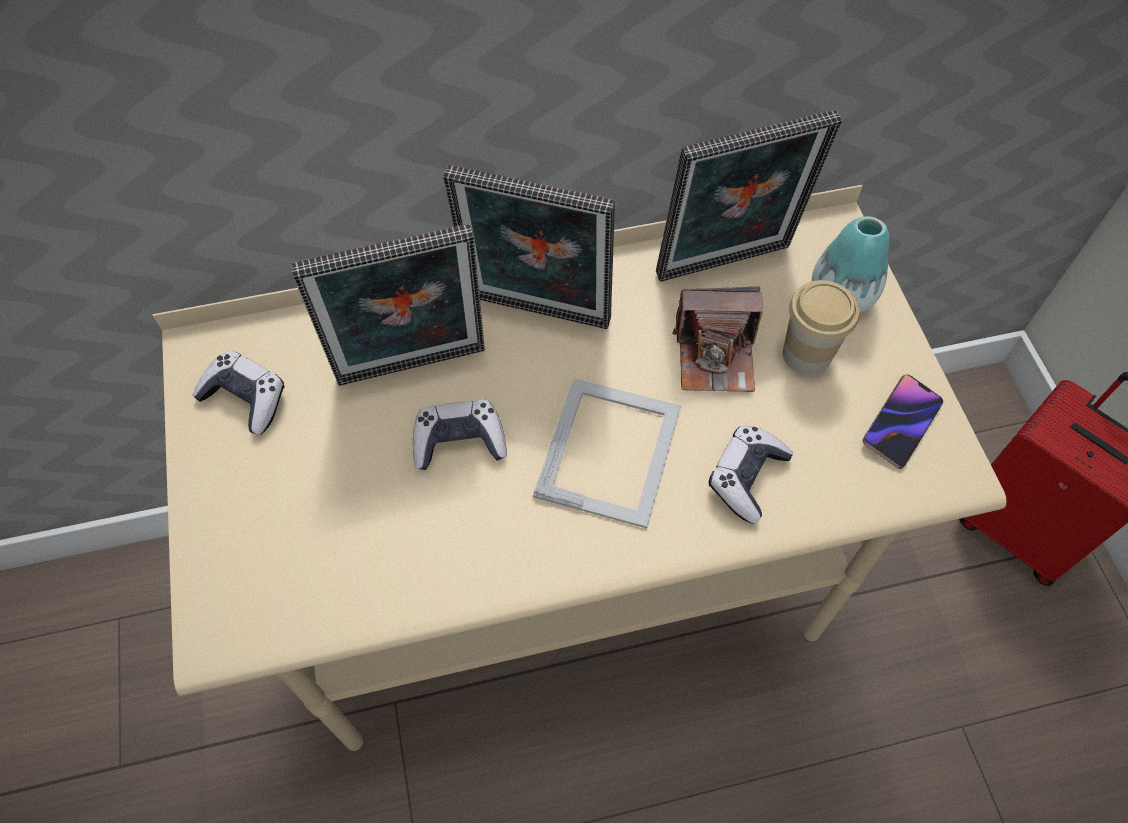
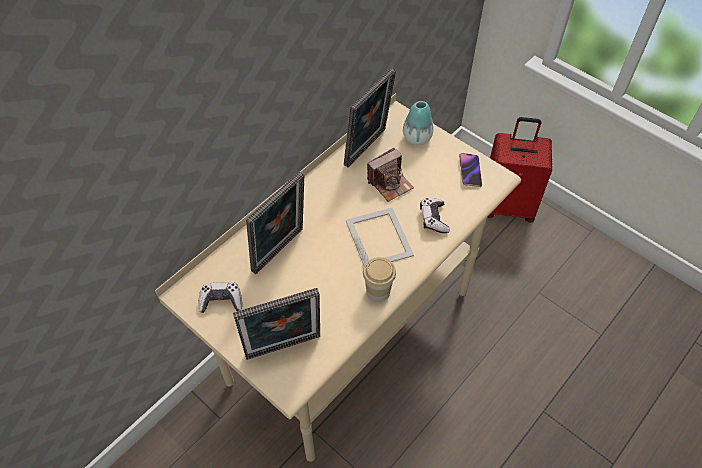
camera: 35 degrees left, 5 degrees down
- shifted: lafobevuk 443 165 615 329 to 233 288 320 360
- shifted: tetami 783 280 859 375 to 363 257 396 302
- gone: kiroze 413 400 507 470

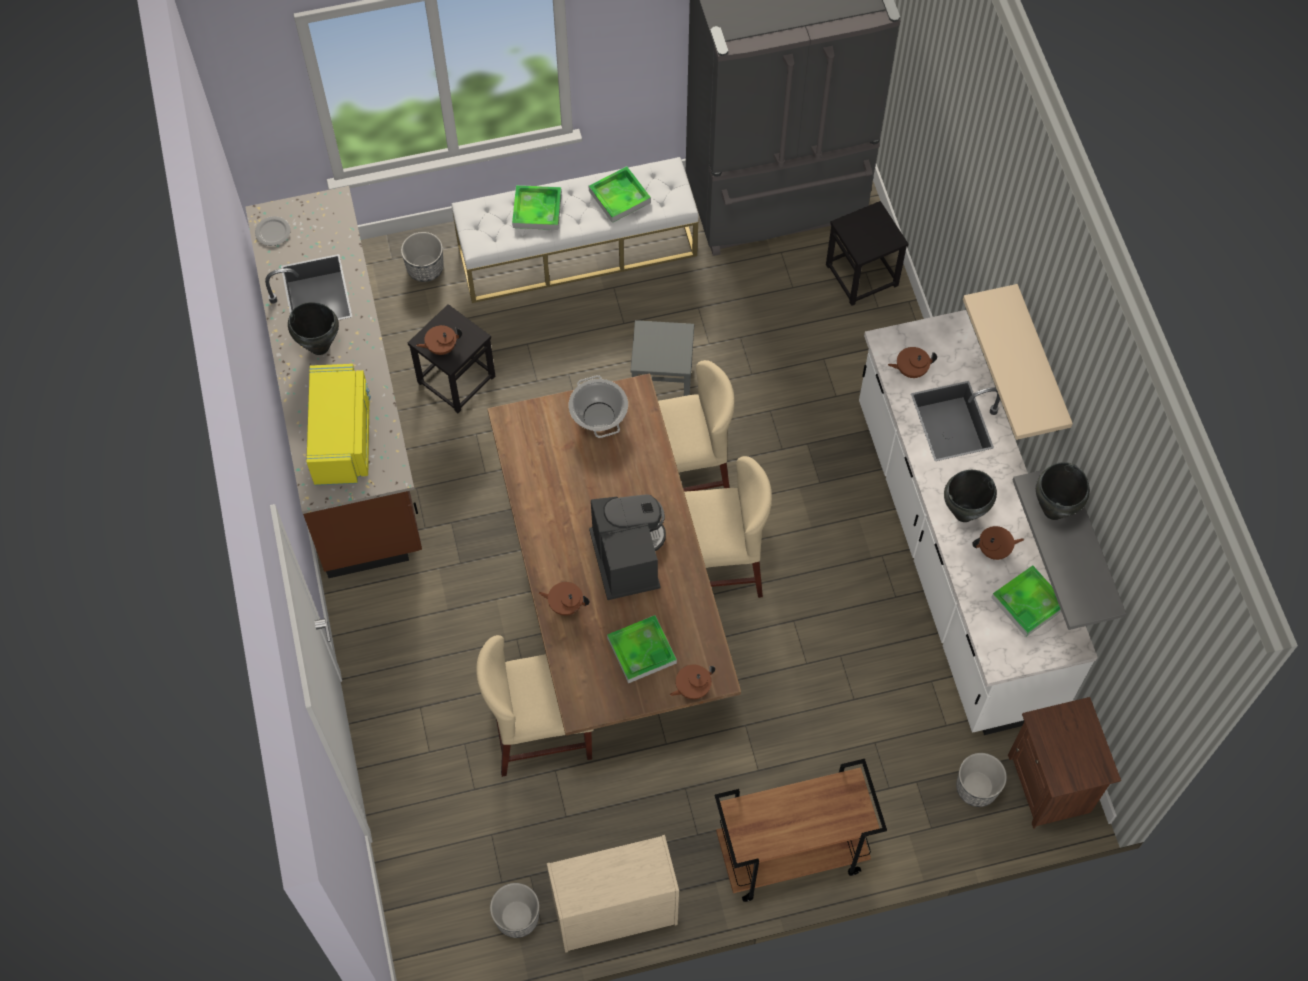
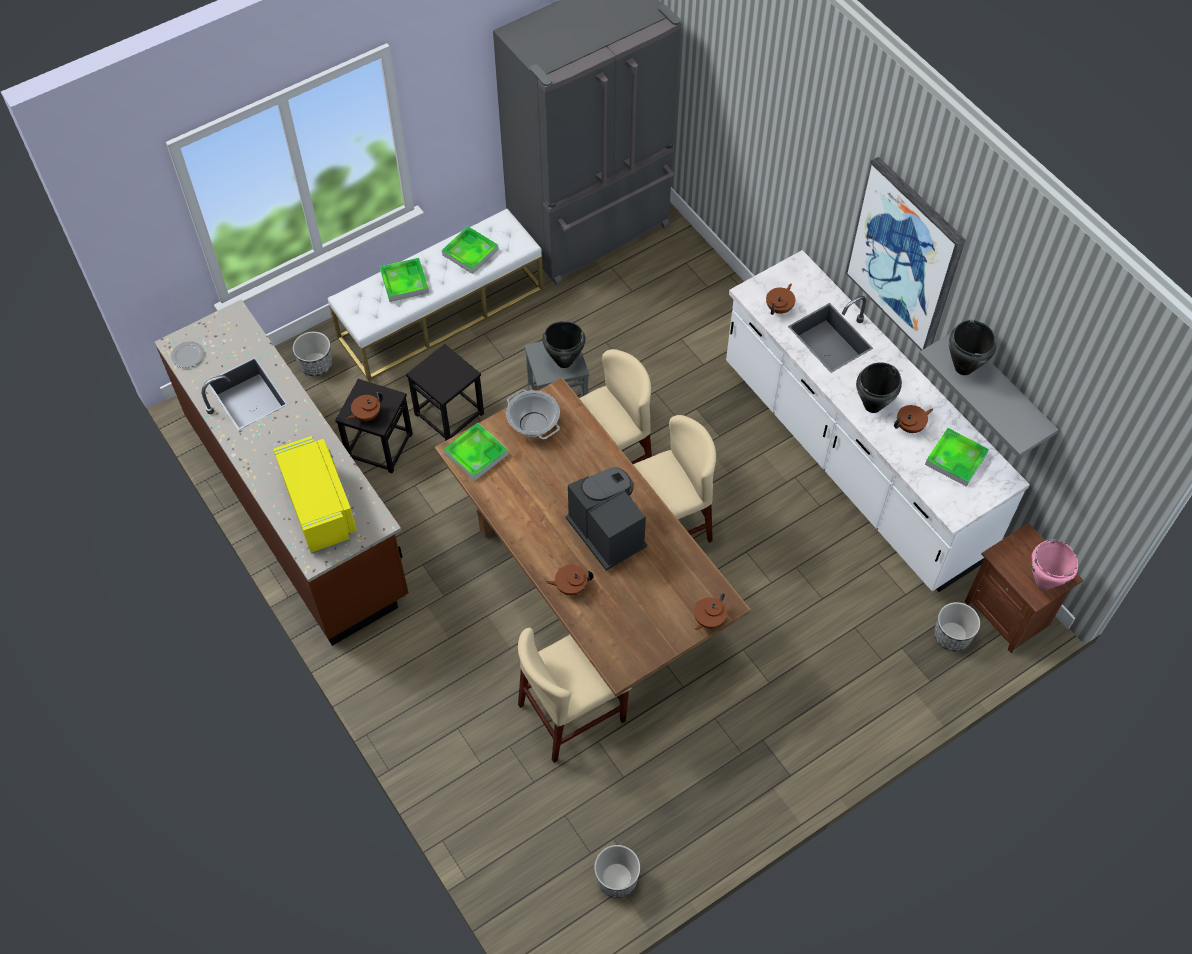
camera: 20 degrees left, 5 degrees down
- shifted: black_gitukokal 826 201 908 306 to 406 344 484 441
- shifted: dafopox 607 615 677 683 to 444 423 508 481
- shifted: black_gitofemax 288 302 339 355 to 542 321 586 368
- rotated: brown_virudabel 888 347 937 378 = 766 284 796 315 150 degrees clockwise
- swapped: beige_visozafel 963 284 1073 440 to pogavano 846 157 966 350
- new: pink_gitofemax 1031 539 1078 590
- gone: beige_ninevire 547 835 679 953
- gone: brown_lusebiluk 715 759 887 902

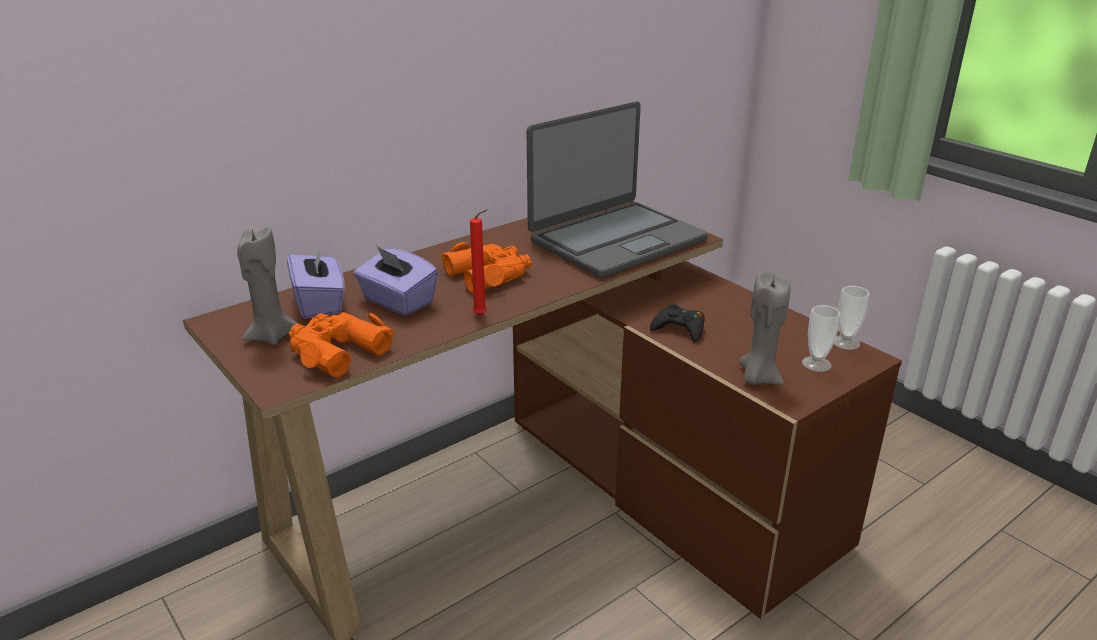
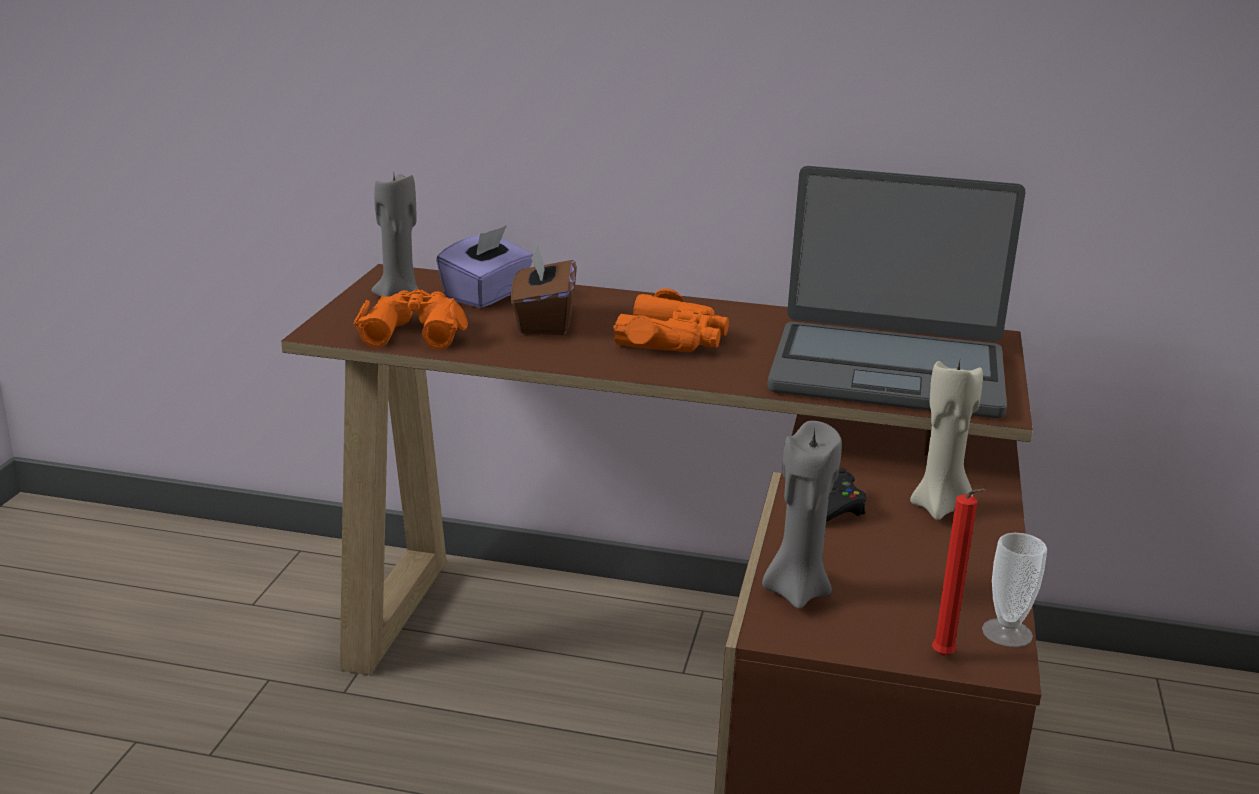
camera: 50 degrees right, 5 degrees down
- repainted: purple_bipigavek 354 246 438 316 to brown_bipigavek 511 244 577 335
- new: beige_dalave 910 360 983 520
- shifted: red_dalave 470 209 488 315 to 932 489 986 656
- gone: tetami 802 305 840 372

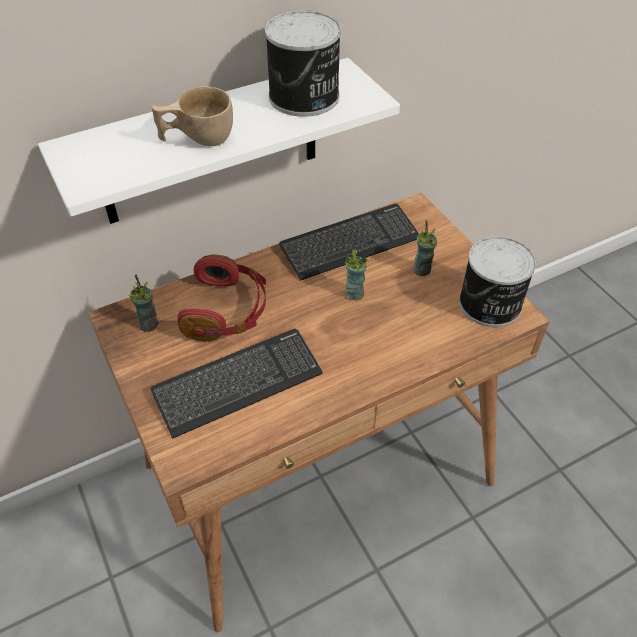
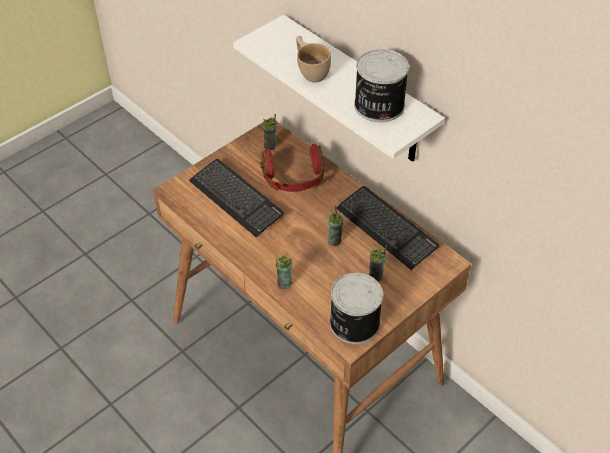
camera: 75 degrees right, 0 degrees up
- new: tetami 276 254 292 289

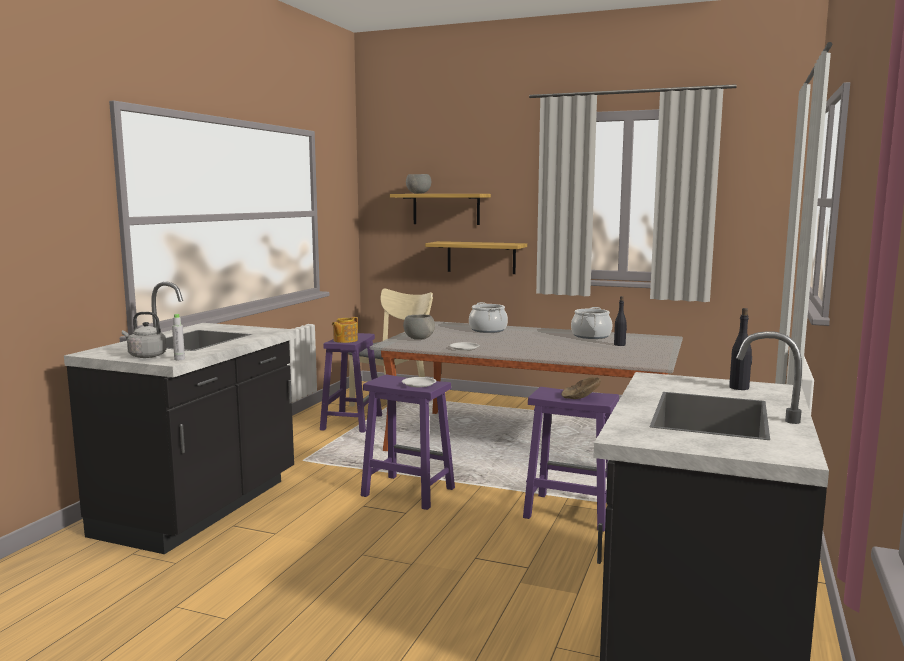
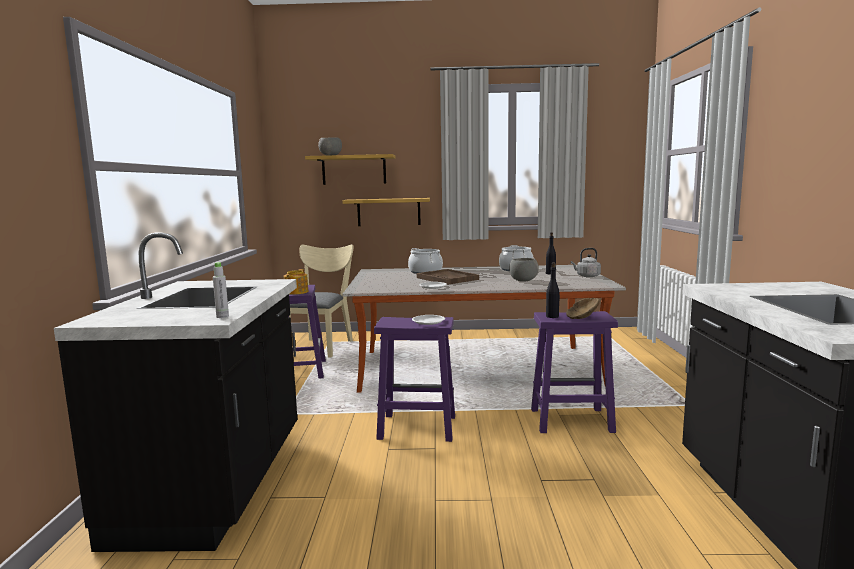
camera: 20 degrees left, 0 degrees up
- new: brown_dafopox 417 269 479 285
- shifted: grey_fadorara 403 315 435 340 to 509 258 539 282
- shifted: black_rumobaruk 729 308 752 390 to 546 262 560 318
- shifted: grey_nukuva 122 312 167 358 to 571 248 601 277

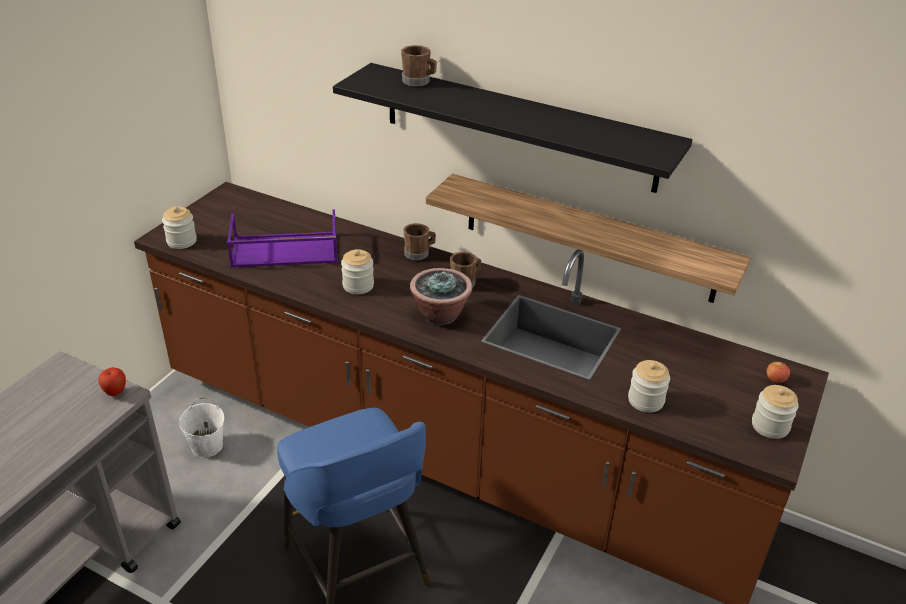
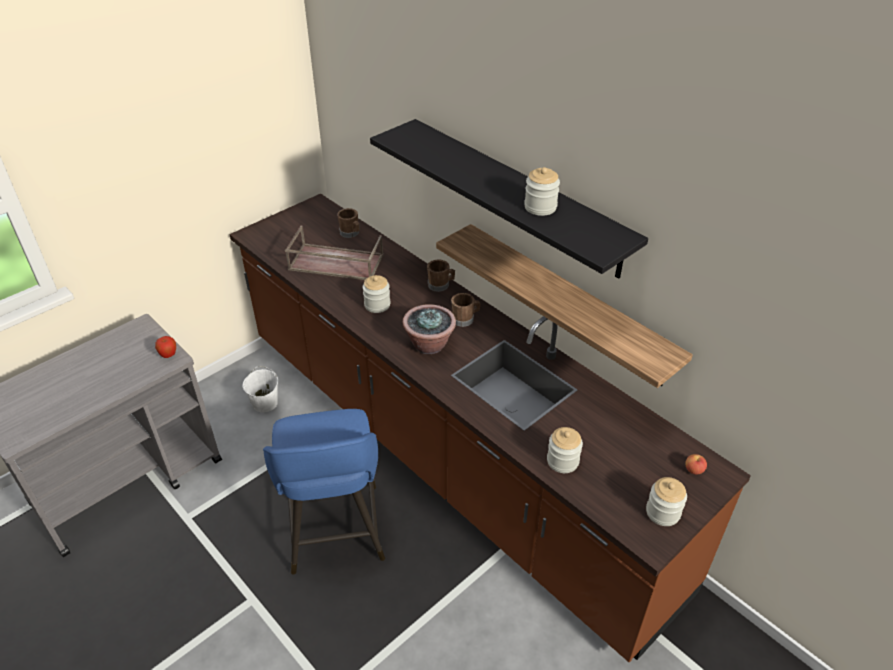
camera: 20 degrees right, 5 degrees up
- repainted: purple_dafopox 227 209 338 268 to brown_dafopox 285 226 384 280
- shifted: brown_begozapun 401 45 437 87 to 337 208 360 238
- shifted: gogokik 162 206 197 249 to 524 167 560 216

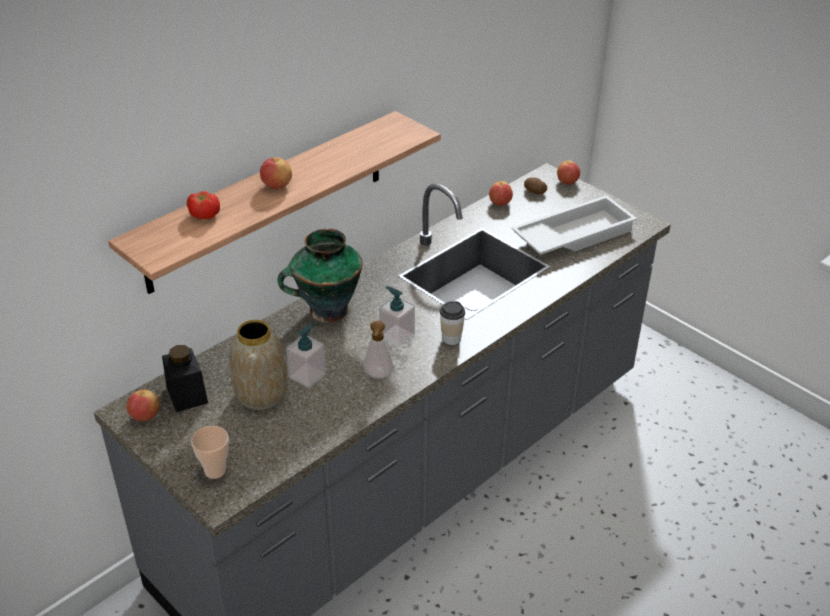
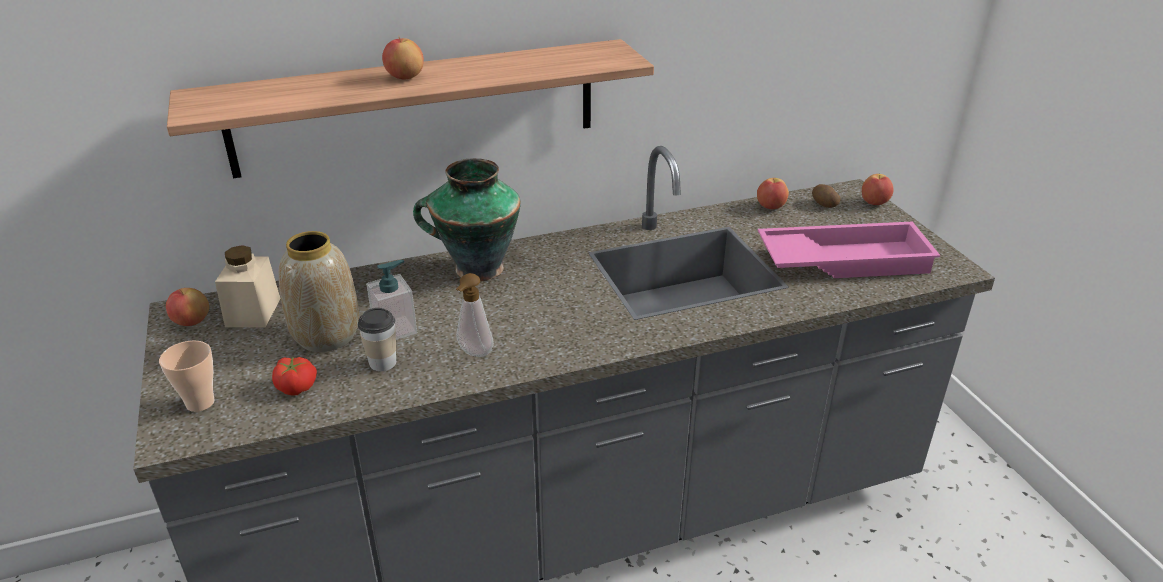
camera: 25 degrees right, 5 degrees down
- repainted: black_gogokik 162 345 208 412 to beige_gogokik 215 245 280 328
- shifted: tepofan 187 191 220 219 to 272 356 317 396
- shifted: tetami 440 301 465 345 to 358 308 396 371
- repainted: white_dafopox 511 195 637 255 to pink_dafopox 758 222 941 278
- gone: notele 379 286 415 347

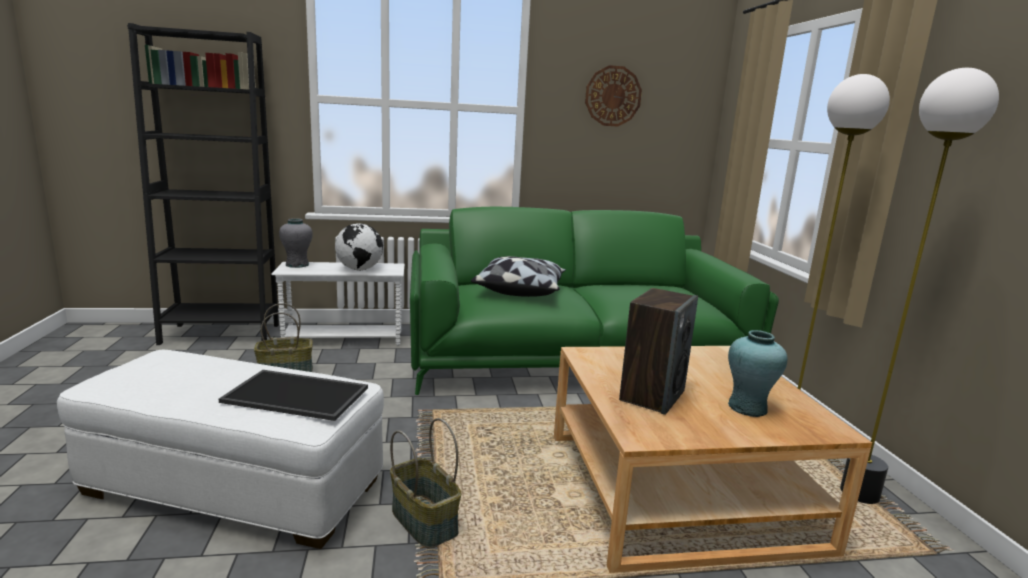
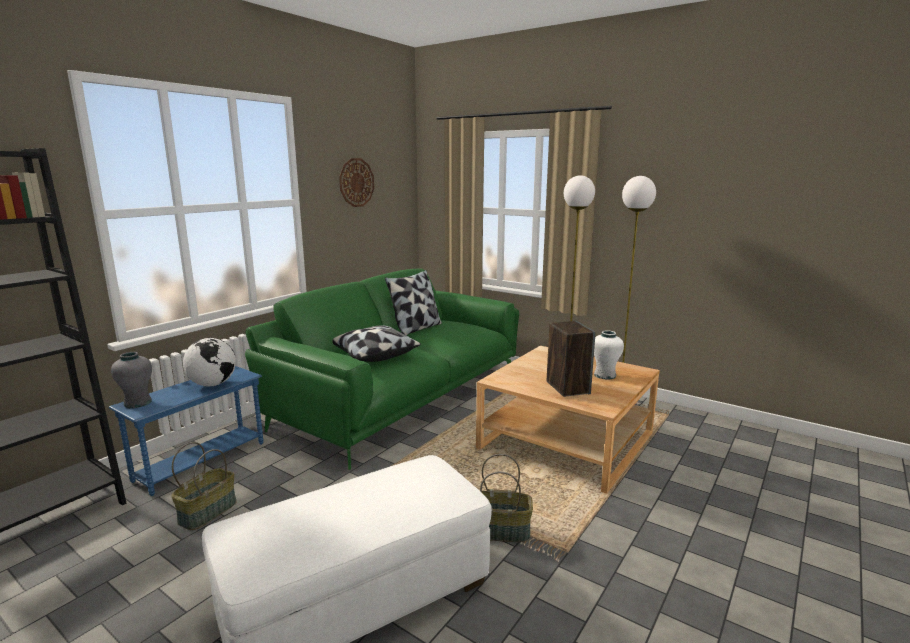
camera: 45 degrees left, 0 degrees up
- repainted: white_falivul 272 262 405 346 to blue_falivul 109 366 264 496
- new: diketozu 385 270 442 335
- repainted: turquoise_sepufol 728 330 787 417 to white_sepufol 594 330 624 380
- gone: dafopox 219 370 368 421

